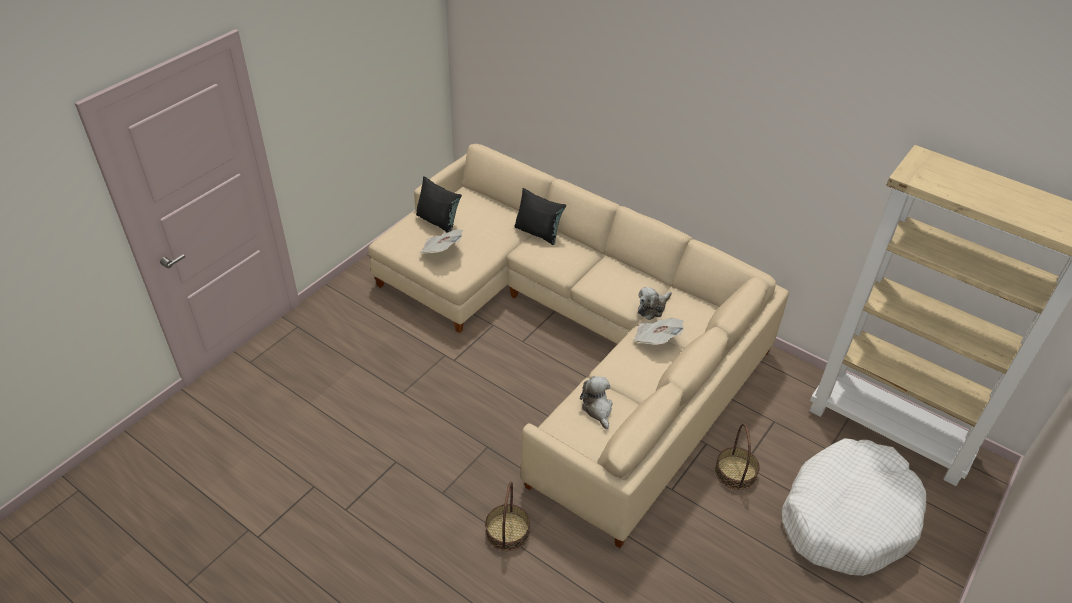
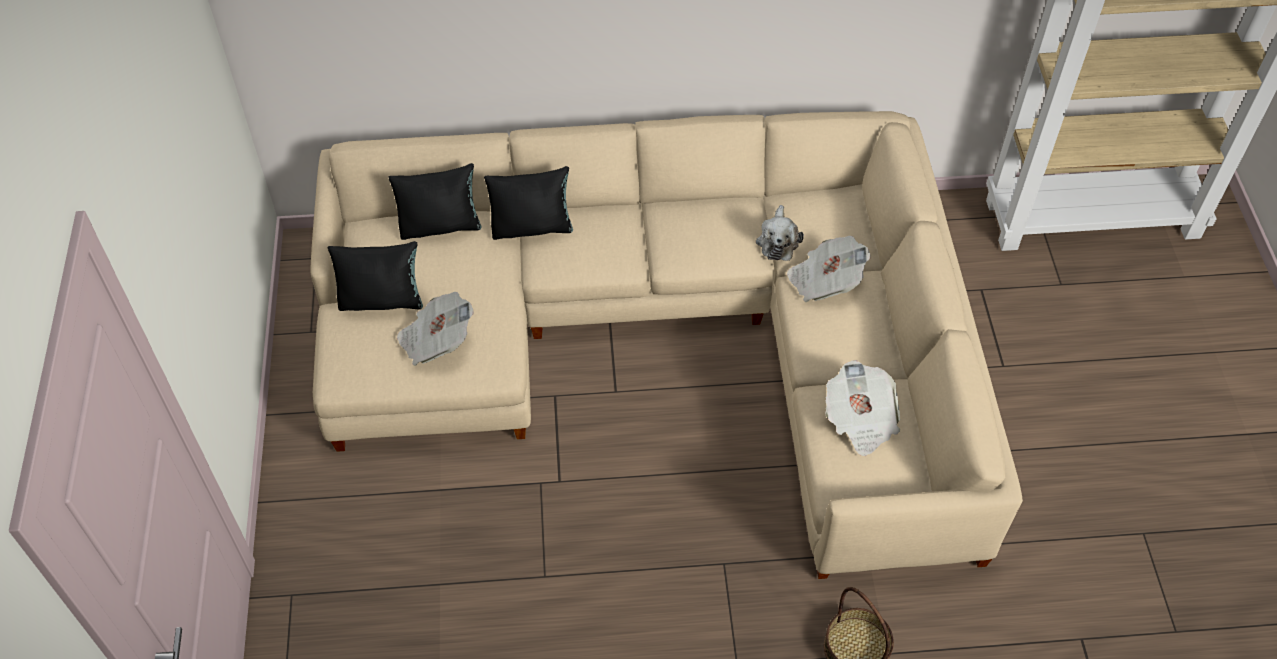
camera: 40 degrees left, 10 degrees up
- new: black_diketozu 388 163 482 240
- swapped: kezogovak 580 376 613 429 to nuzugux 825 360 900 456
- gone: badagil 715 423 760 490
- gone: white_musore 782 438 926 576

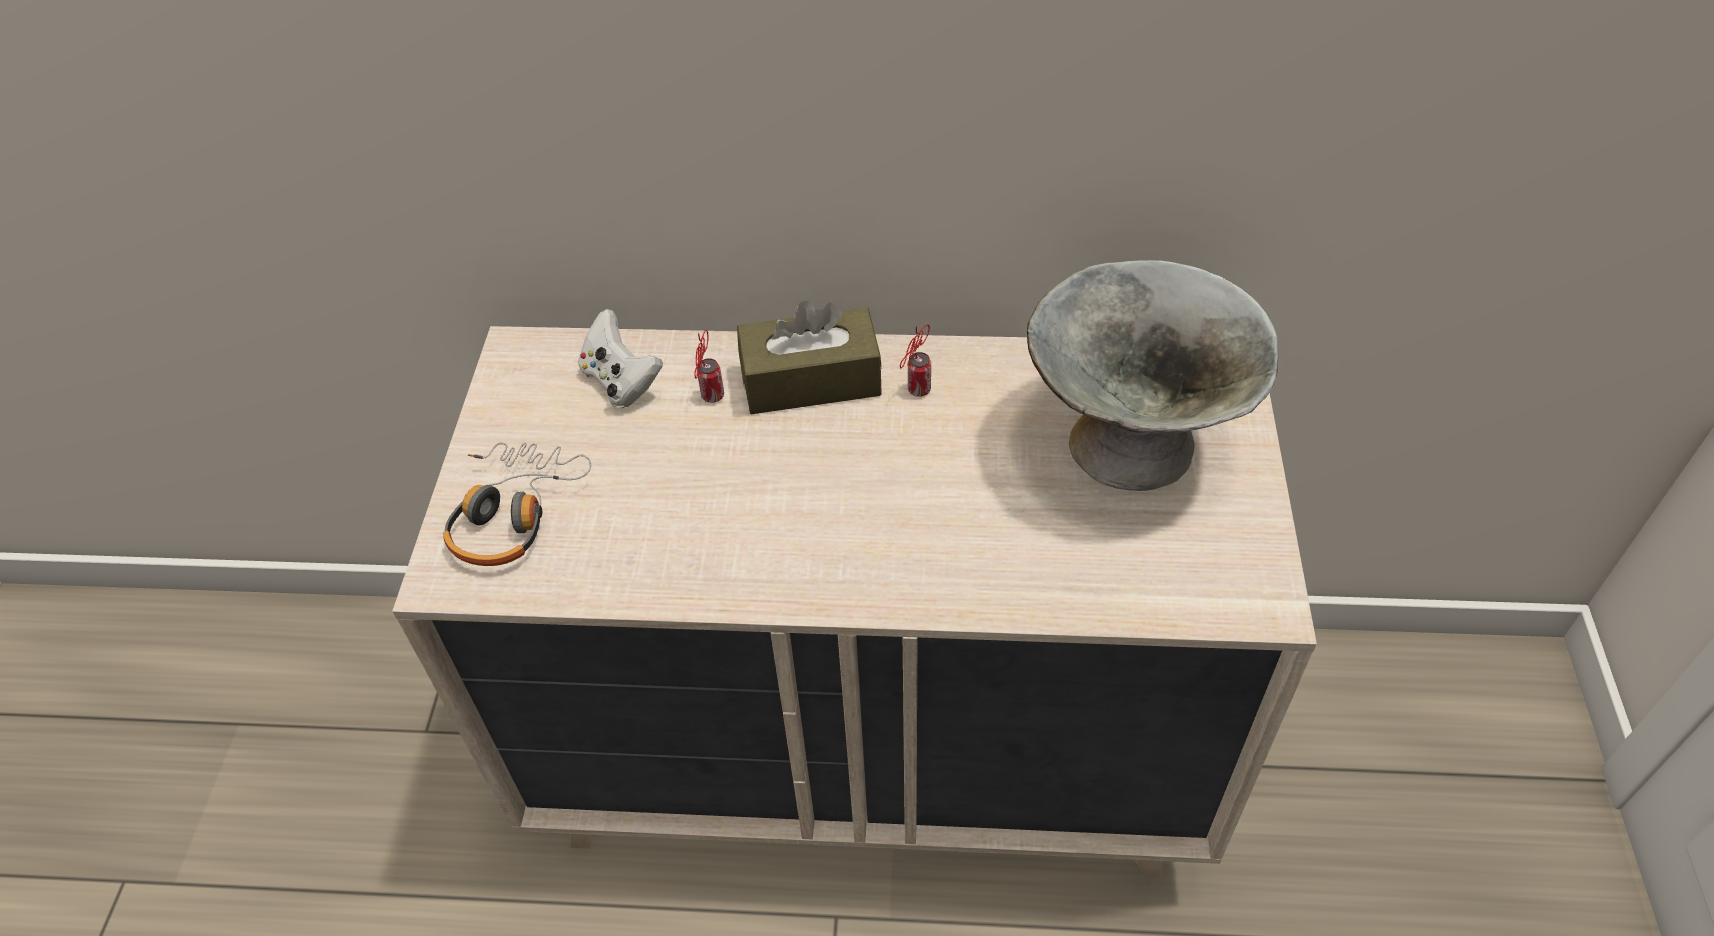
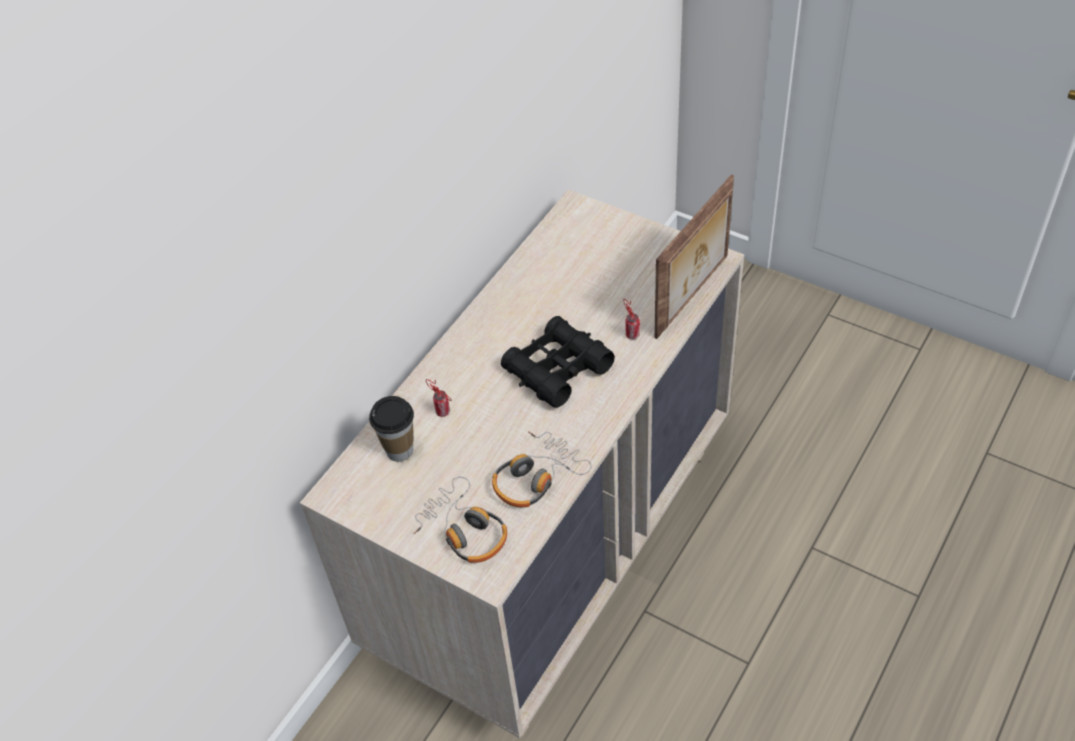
camera: 60 degrees left, 0 degrees up
- swapped: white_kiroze 578 309 662 408 to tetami 369 396 414 462
- new: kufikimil 492 432 592 507
- new: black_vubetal 501 316 615 408
- shifted: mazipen 900 324 931 397 to 624 299 640 339
- new: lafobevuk 654 174 734 339
- gone: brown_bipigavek 737 301 882 414
- gone: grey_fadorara 1027 260 1278 491

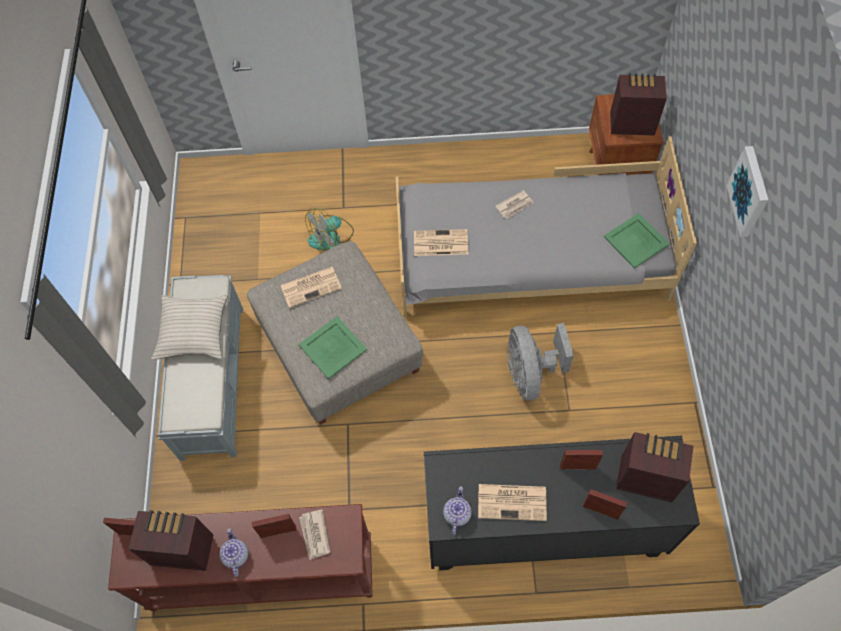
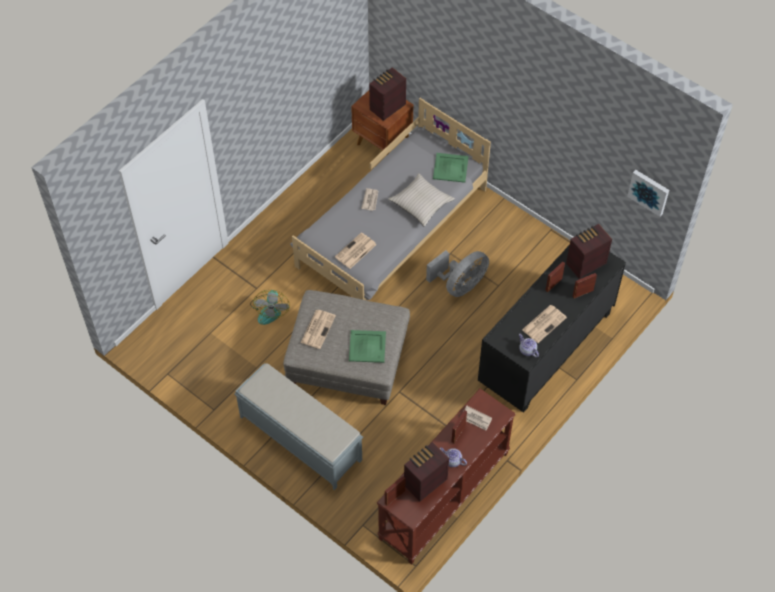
camera: 50 degrees left, 5 degrees down
- shifted: beige_diketozu 151 295 228 360 to 388 173 455 227
- rotated: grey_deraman 507 323 574 400 = 426 250 489 297 75 degrees counterclockwise
- shifted: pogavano 726 146 768 237 to 627 170 669 217

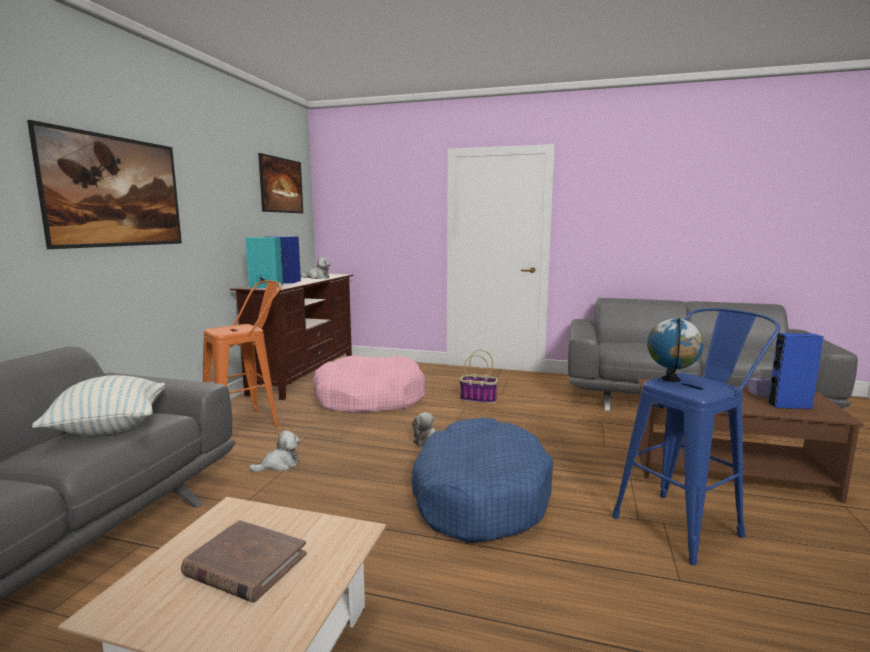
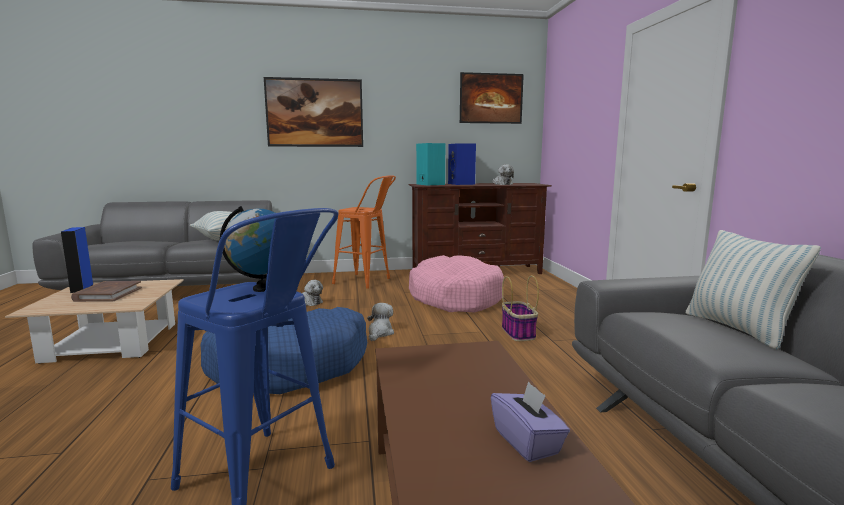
camera: 65 degrees right, 0 degrees up
- shifted: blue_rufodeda 767 333 824 410 to 61 227 94 293
- new: diketozu 686 230 821 350

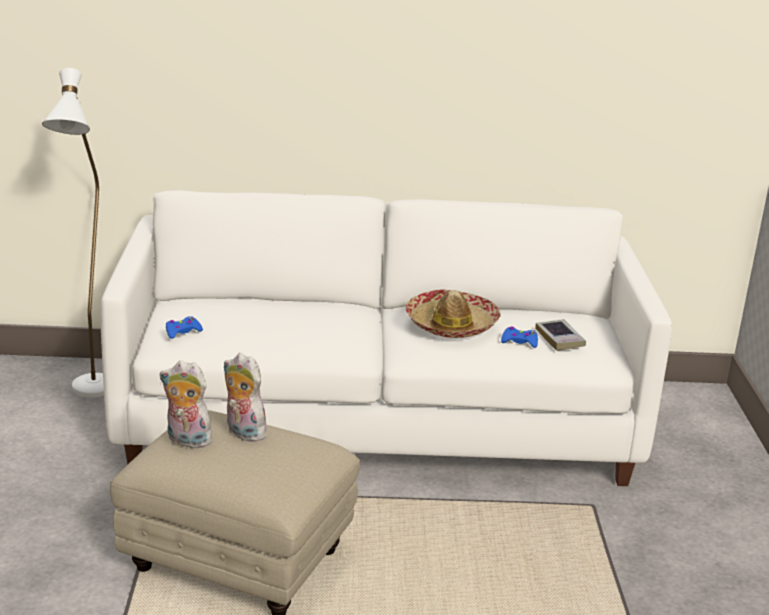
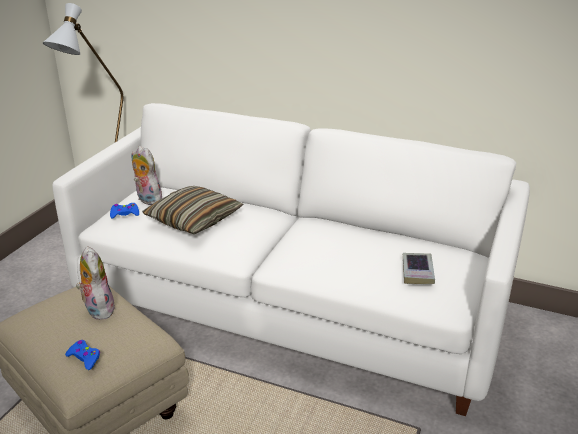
camera: 25 degrees right, 5 degrees up
- shifted: blue_kiroze 501 326 538 348 to 65 340 100 370
- shifted: kezogovak 160 360 212 448 to 132 146 162 205
- new: diketozu 142 186 244 234
- gone: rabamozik 406 289 501 338

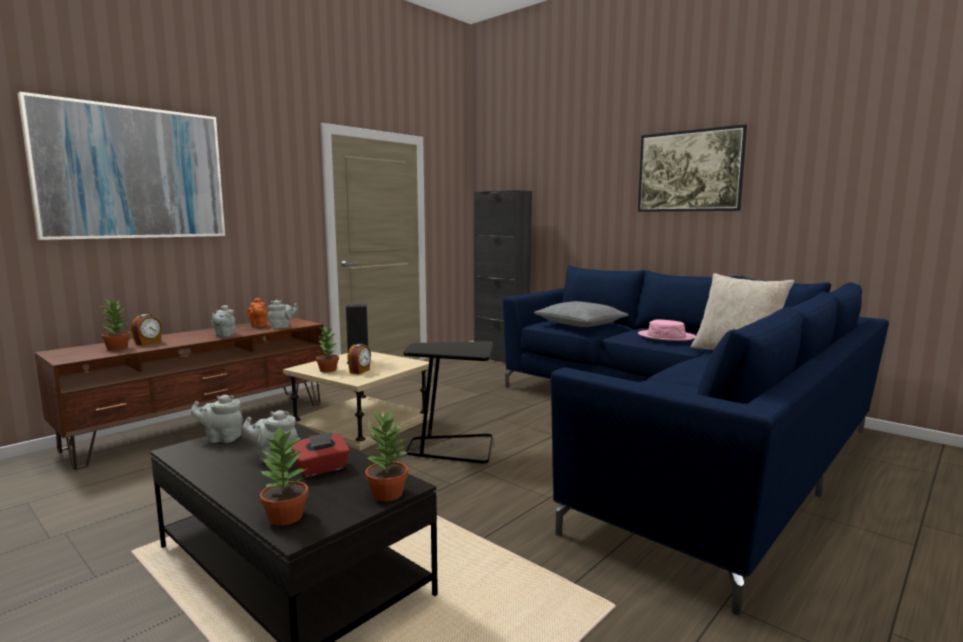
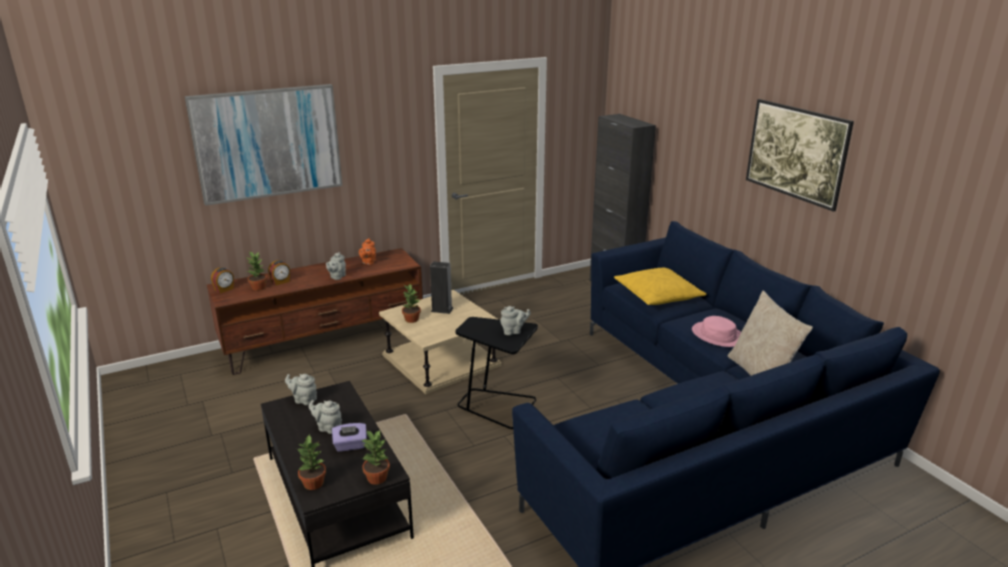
camera: 20 degrees right, 15 degrees up
- shifted: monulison 347 344 371 374 to 211 267 234 294
- repainted: red_bipigavek 291 432 350 477 to purple_bipigavek 332 423 367 452
- shifted: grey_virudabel 268 300 298 329 to 500 306 531 335
- repainted: grey_diketozu 534 301 629 327 to yellow_diketozu 614 268 707 305

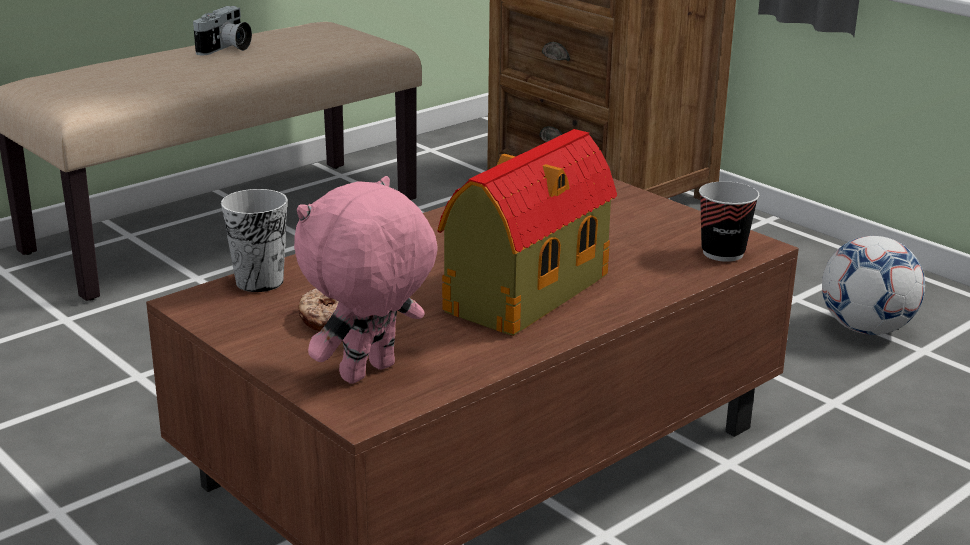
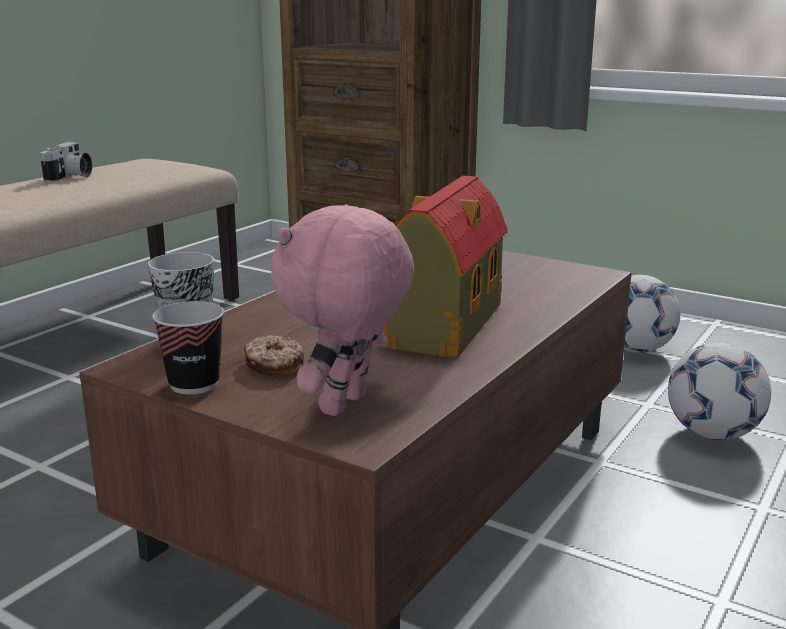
camera: 15 degrees left, 5 degrees down
- shifted: tetami 699 181 760 262 to 152 301 224 394
- new: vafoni 668 343 771 440

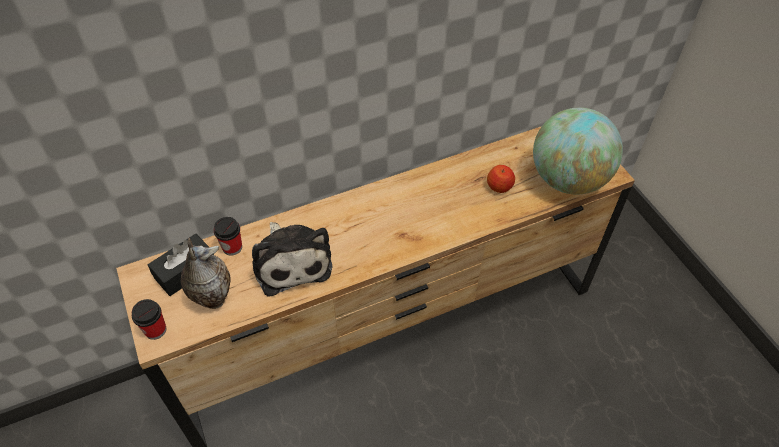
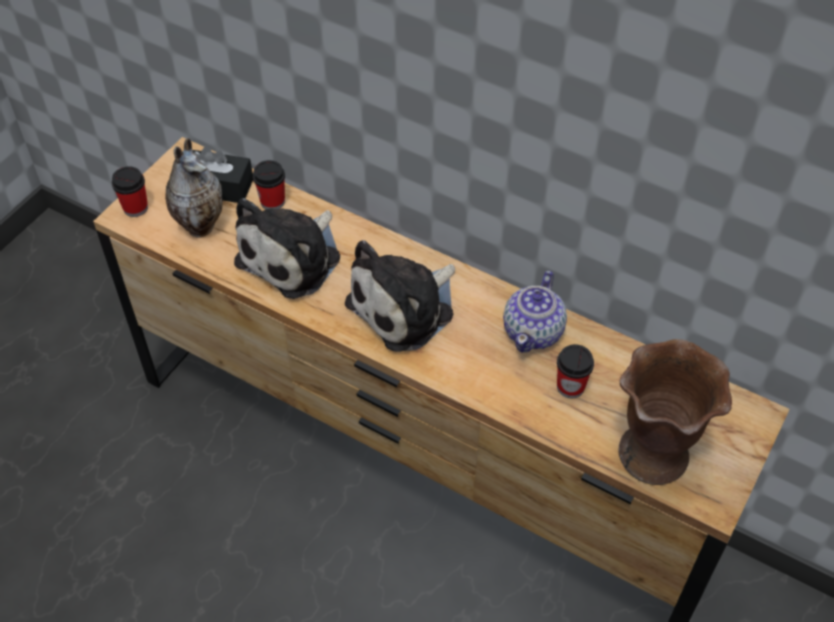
camera: 55 degrees right, 0 degrees up
- new: kezogovak 345 240 455 352
- new: virudabel 503 271 567 353
- swapped: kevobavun 487 165 515 193 to tetami 557 344 594 399
- swapped: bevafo 533 108 623 195 to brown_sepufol 618 339 732 485

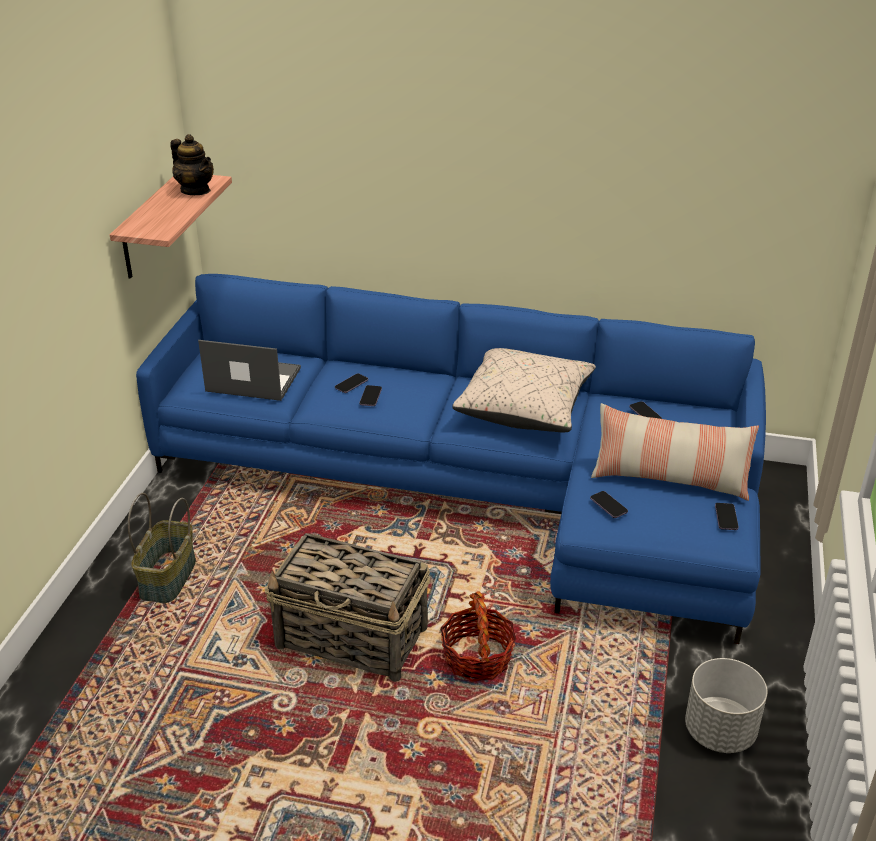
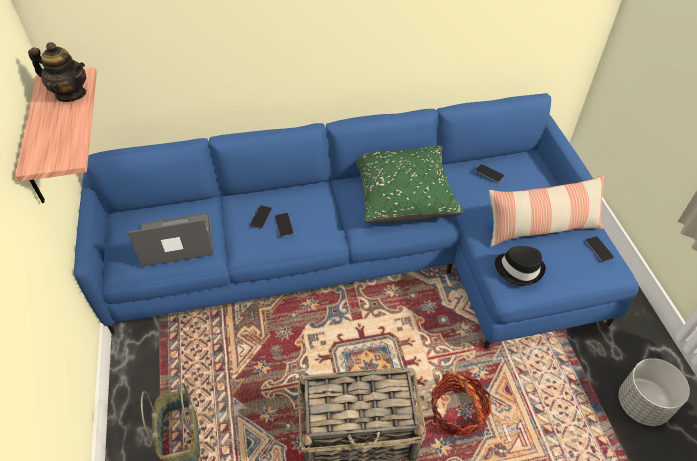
camera: 25 degrees left, 15 degrees up
- repainted: beige_diketozu 452 348 596 432 to green_diketozu 356 145 463 223
- swapped: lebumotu 590 491 628 518 to black_rabamozik 495 246 546 286

